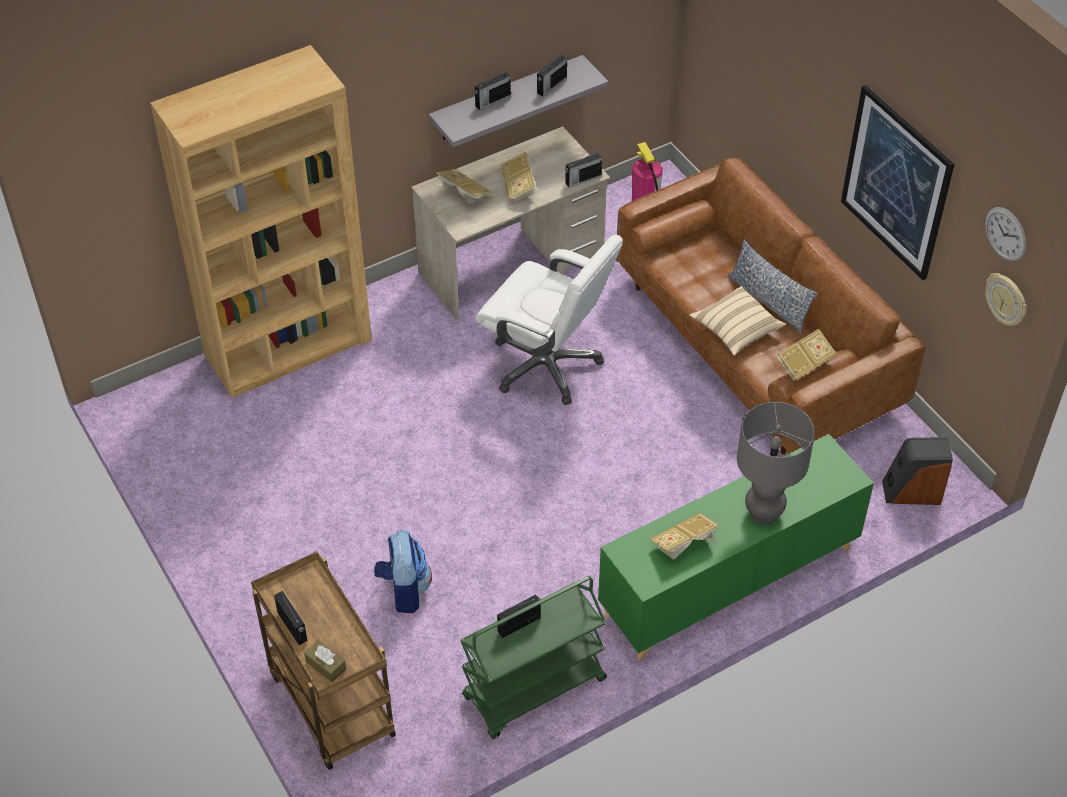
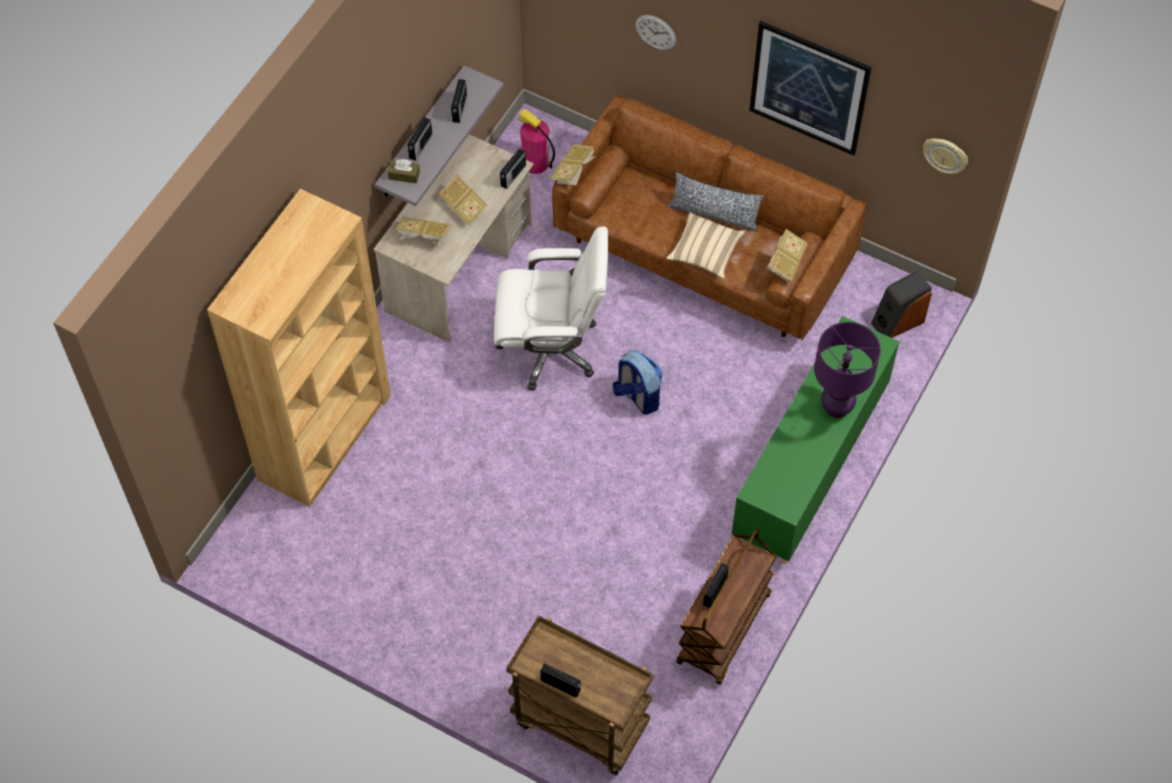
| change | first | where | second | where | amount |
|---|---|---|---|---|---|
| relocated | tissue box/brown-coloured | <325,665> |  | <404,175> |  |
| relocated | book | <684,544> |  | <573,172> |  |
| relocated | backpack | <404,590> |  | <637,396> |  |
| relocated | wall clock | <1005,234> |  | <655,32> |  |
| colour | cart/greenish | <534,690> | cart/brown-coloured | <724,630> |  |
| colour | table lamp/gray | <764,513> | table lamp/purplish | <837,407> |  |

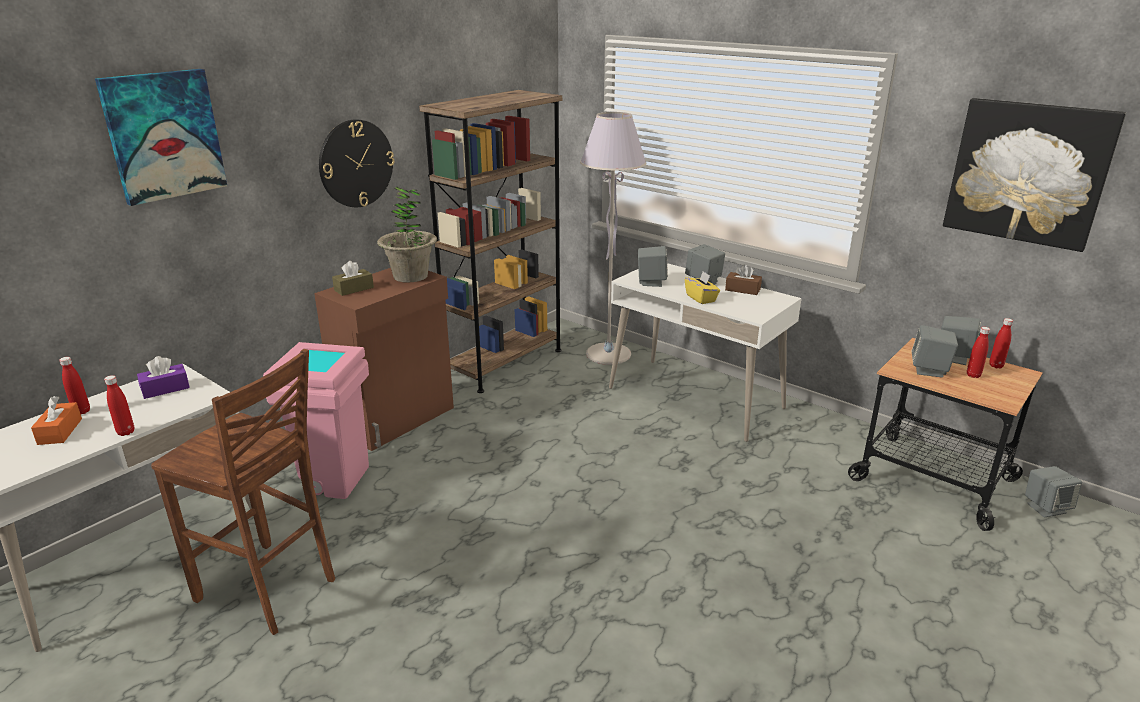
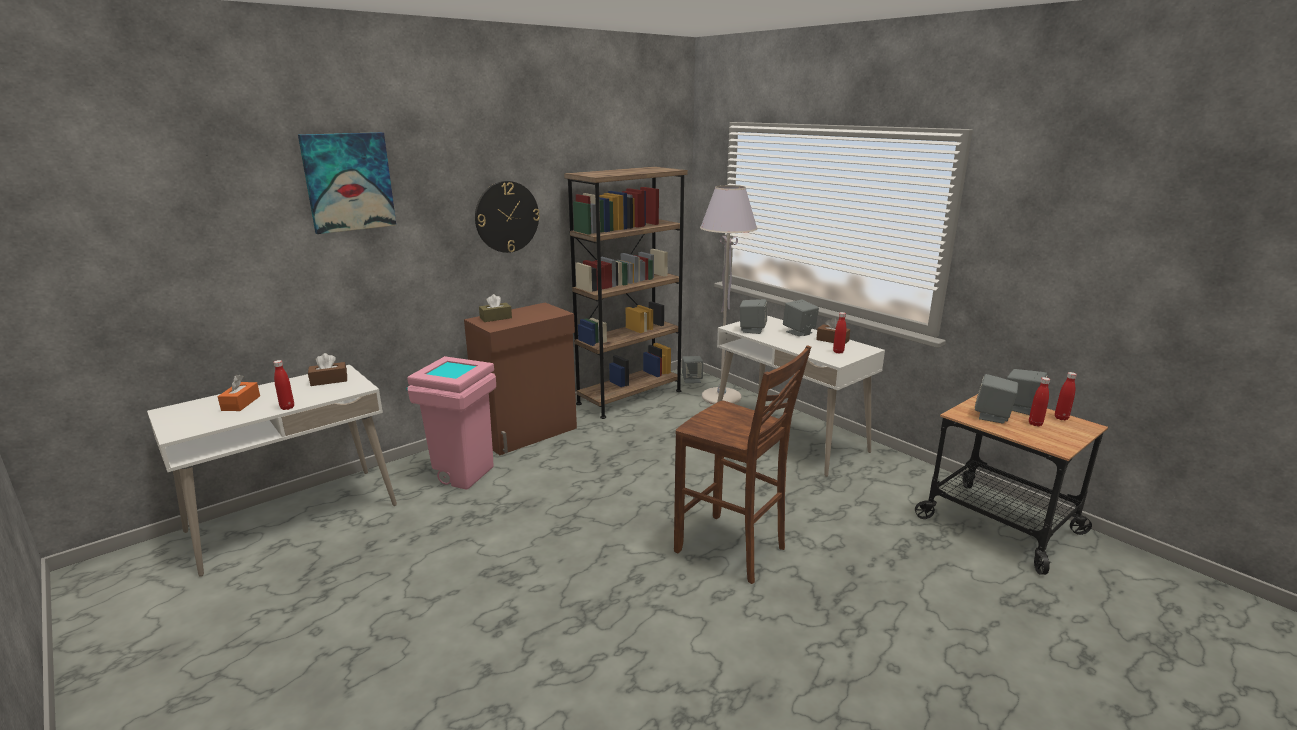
| change | first | where | second | where | amount |
|---|---|---|---|---|---|
| colour | tissue box/purplish | <165,389> | tissue box/brown-coloured | <329,380> |  |
| relocated | sitting stool/brown-coloured | <269,590> |  | <733,550> |  |
| relocated | loudspeaker/gray | <1046,508> |  | <692,380> |  |
| relocated | beverage bottle/red | <81,411> |  | <838,352> |  |
| missing | plant in a pot | <410,276> |  |  |  |
| missing | tissue box/yellow | <701,298> |  |  |  |
| missing | wall art | <1028,173> |  |  |  |

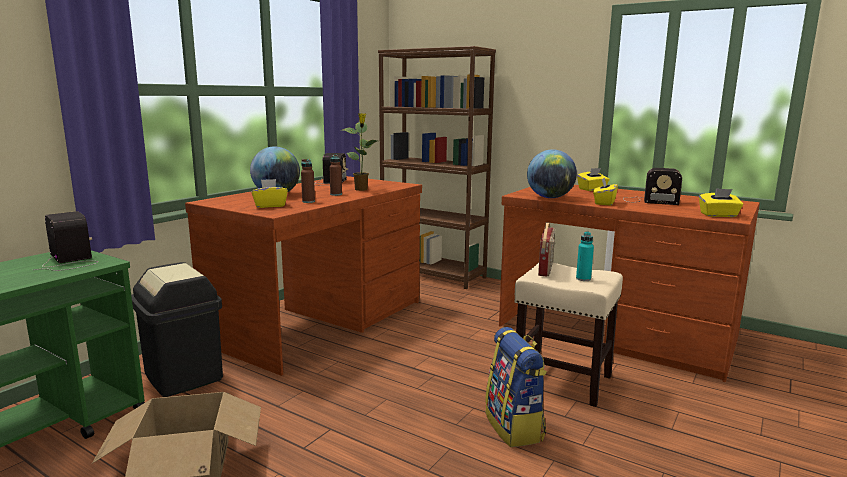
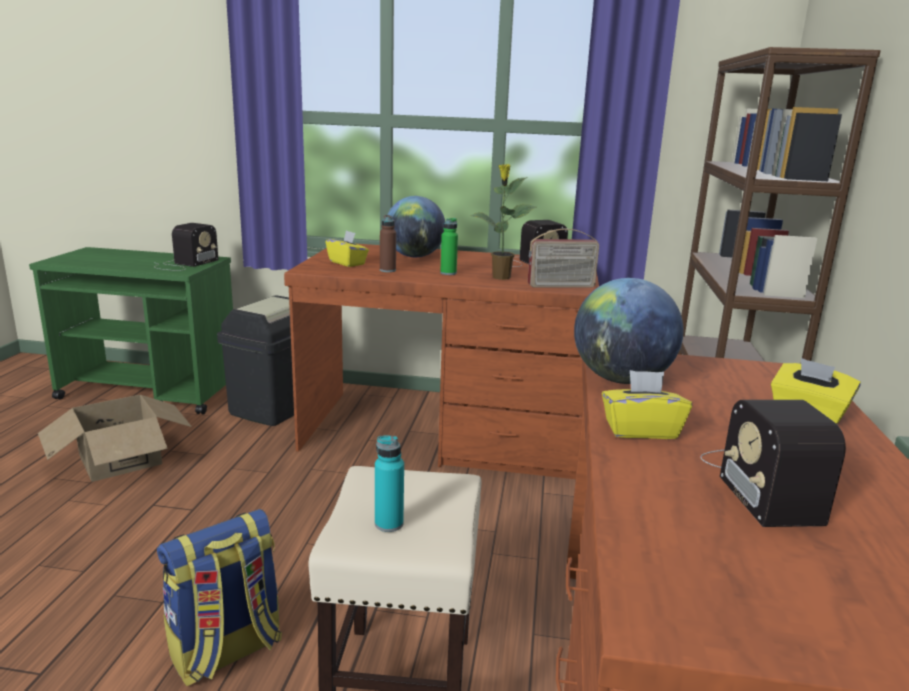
| change | first | where | second | where | amount |
|---|---|---|---|---|---|
| colour | beverage bottle/brown-coloured | <336,194> | beverage bottle/greenish | <448,273> |  |
| relocated | radio set | <546,269> |  | <561,286> |  |
| missing | tissue box/yellow | <718,215> |  |  |  |

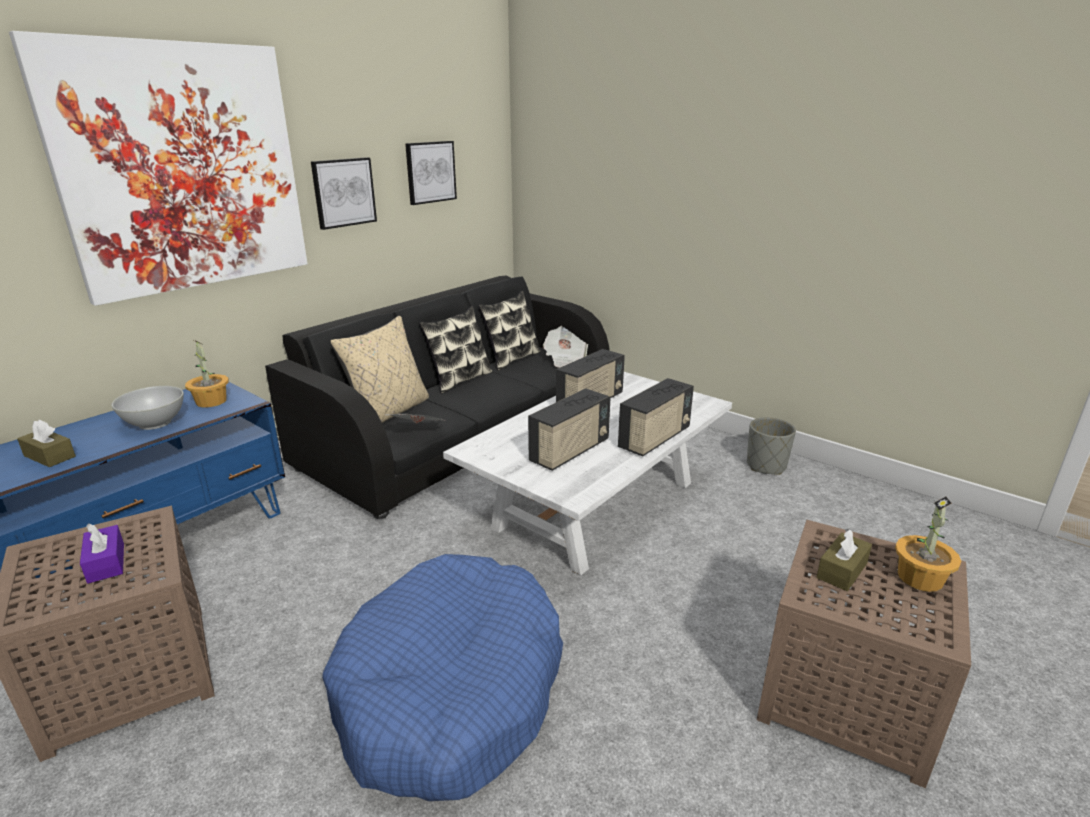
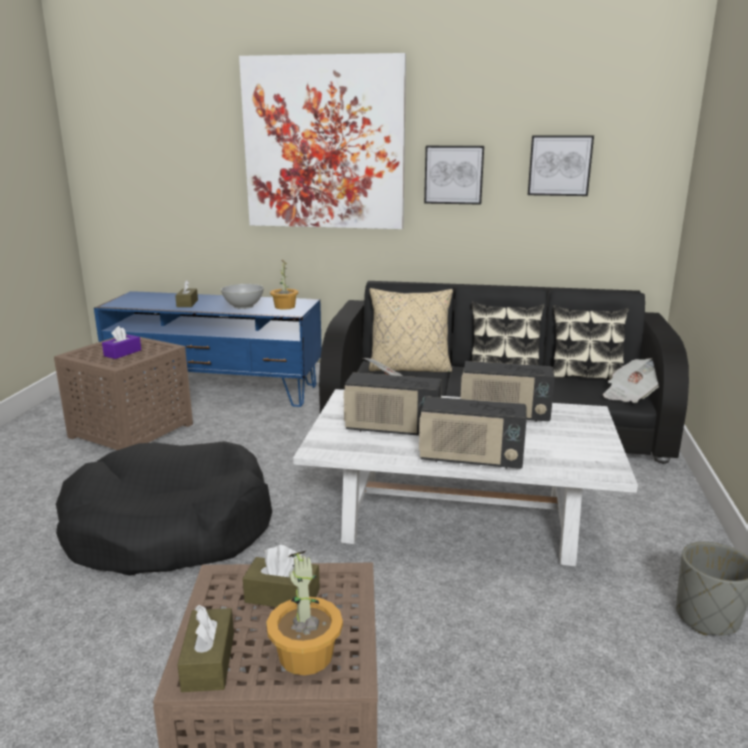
| change | first | where | second | where | amount |
|---|---|---|---|---|---|
| colour | dog cushion/blue-coloured | <451,690> | dog cushion/blackish | <170,528> |  |
| appeared |  |  | tissue box/brown-coloured | <208,661> |  |

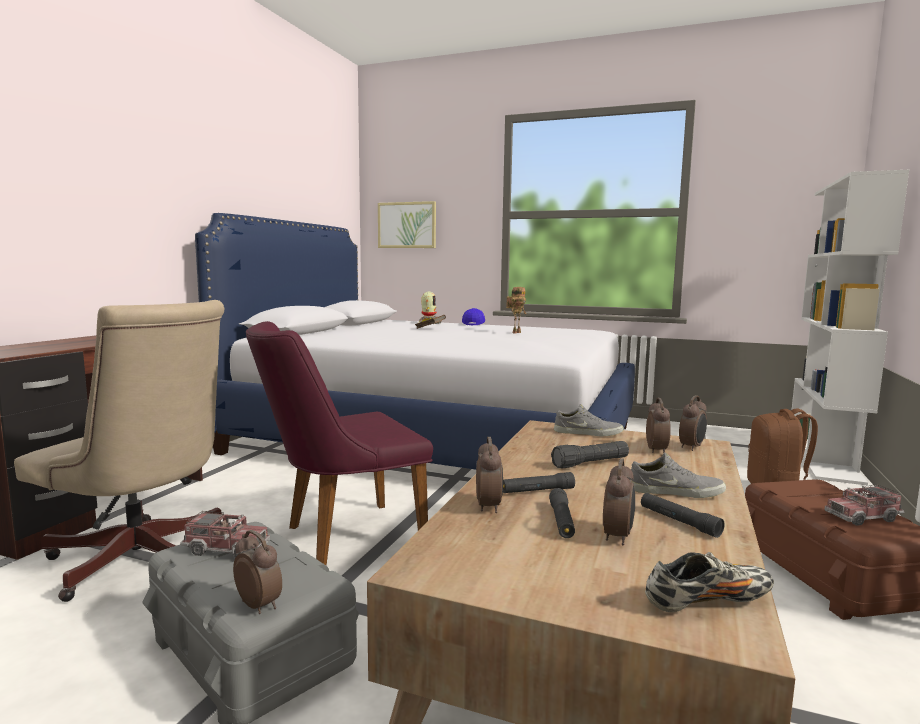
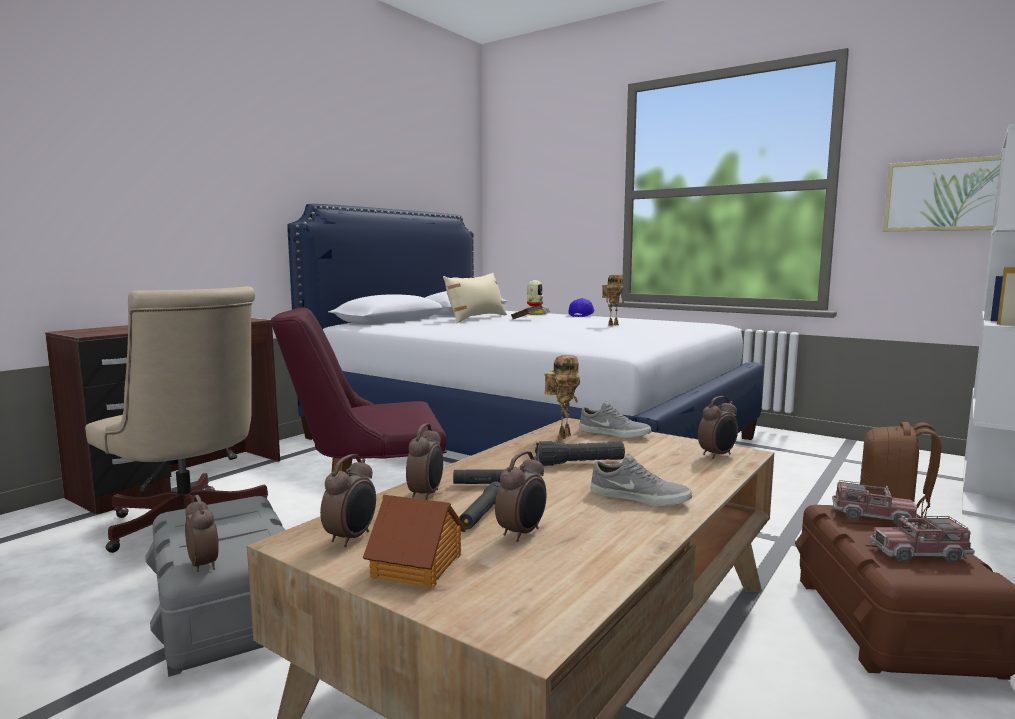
| change | first | where | second | where | amount |
|---|---|---|---|---|---|
| relocated | bedside clock | <657,451> |  | <352,538> |  |
| appeared |  |  | model house | <418,565> |  |
| appeared |  |  | cushion/beige | <476,318> |  |
| appeared |  |  | robot figure | <562,436> |  |
| relocated | model truck | <227,548> |  | <872,516> |  |
| relocated | wall art | <407,225> |  | <941,195> |  |
| missing | flashlight/blackish | <679,521> |  |  |  |
| missing | item of footwear | <707,601> |  |  |  |

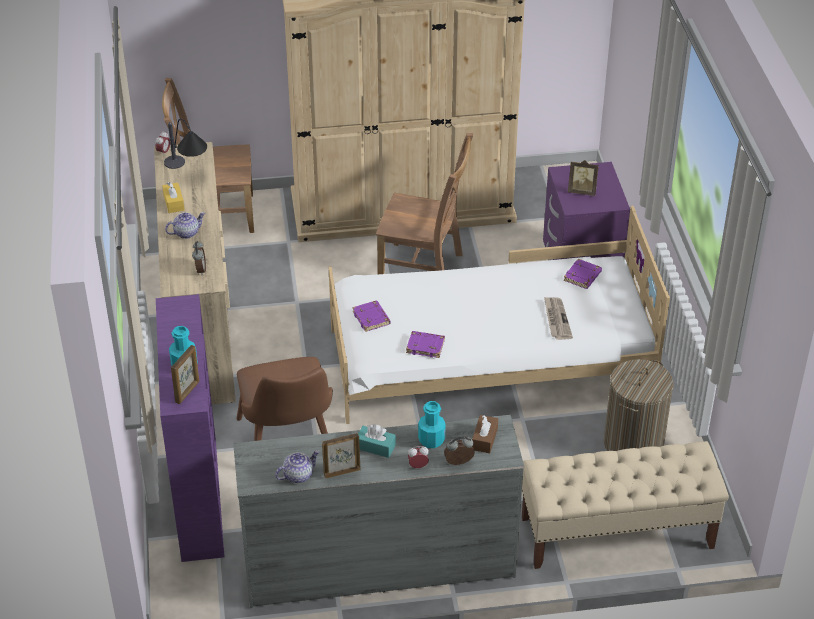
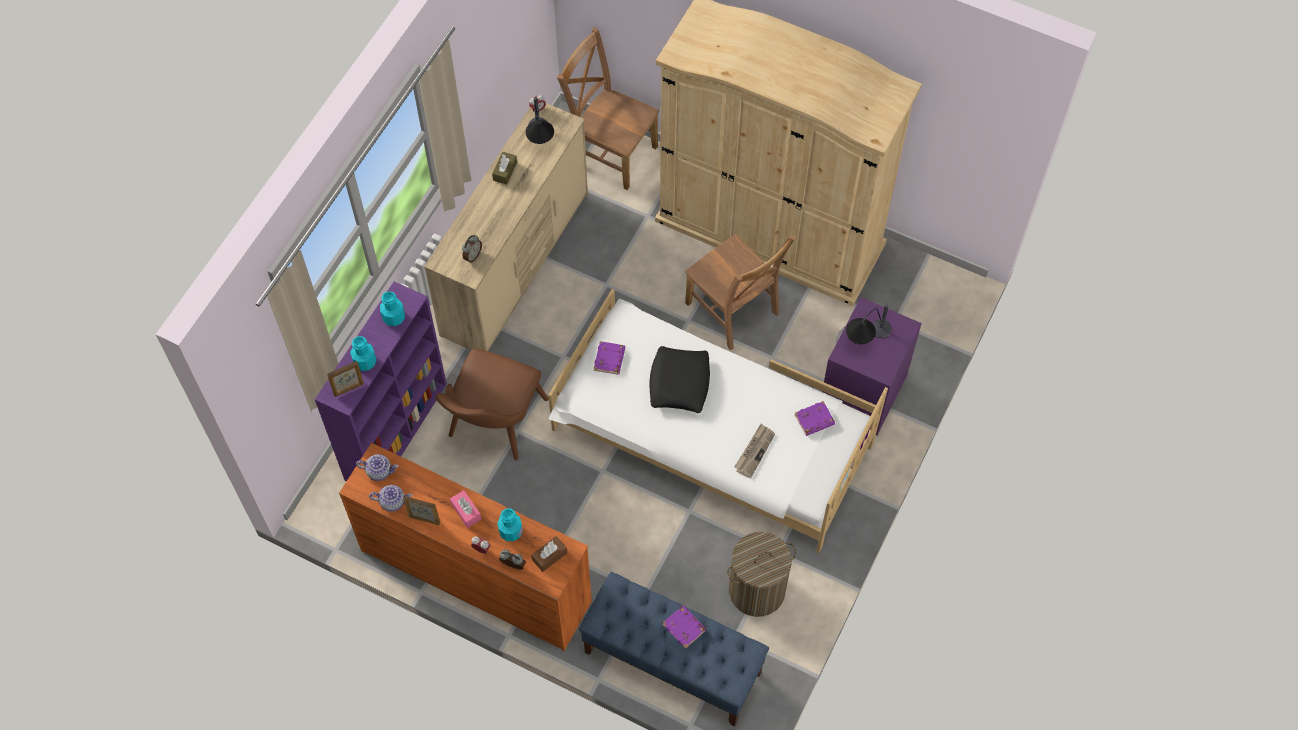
| change | first | where | second | where | amount |
|---|---|---|---|---|---|
| colour | dresser/gray | <378,566> | dresser/orange-coloured | <475,574> |  |
| relocated | teapot | <186,233> |  | <379,471> |  |
| appeared |  |  | beverage bottle/turquoise | <394,317> |  |
| colour | tissue box/turquoise | <375,447> | tissue box/pink | <466,511> |  |
| colour | tissue box/yellow | <174,203> | tissue box/brown-coloured | <505,171> |  |
| colour | indoor bench/beige | <616,533> | indoor bench/blue-coloured | <672,662> |  |
| appeared |  |  | cushion/blackish | <679,383> |  |
| relocated | book/purplish | <426,346> |  | <685,627> |  |
| exchanged | standing frame | <582,191> | table lamp | <866,341> |  |

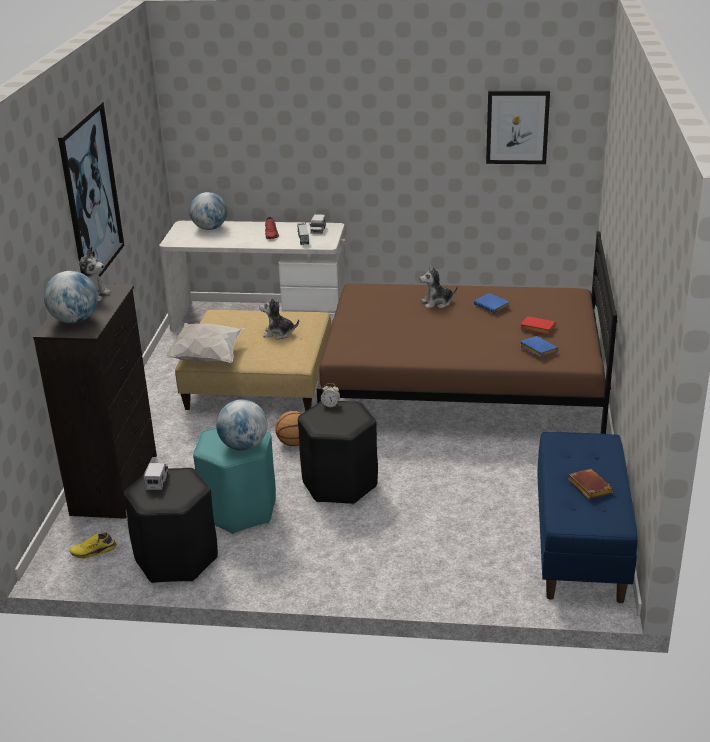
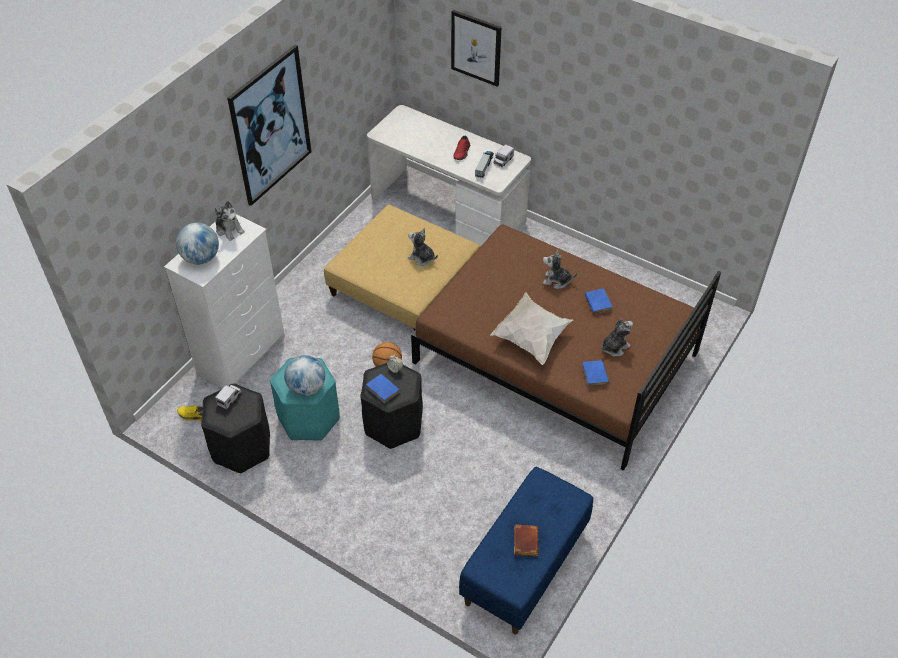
| change | first | where | second | where | amount |
|---|---|---|---|---|---|
| colour | dresser/blackish | <116,484> | dresser/whitish | <242,354> |  |
| appeared |  |  | book/blue-coloured | <381,390> |  |
| relocated | wall art | <517,127> |  | <476,47> |  |
| relocated | cushion/whitish | <207,358> |  | <531,337> |  |
| exchanged | book/red | <536,328> | soft toy | <614,347> |  |
| missing | desk globe | <210,228> |  |  |  |

